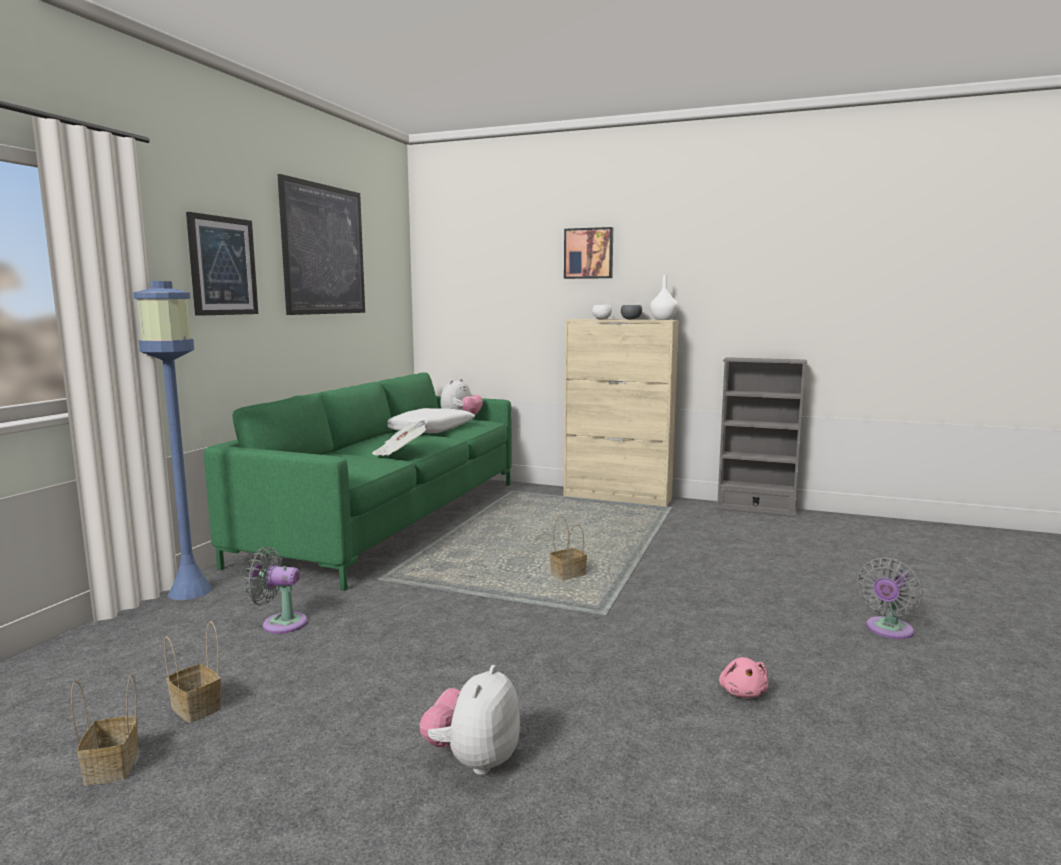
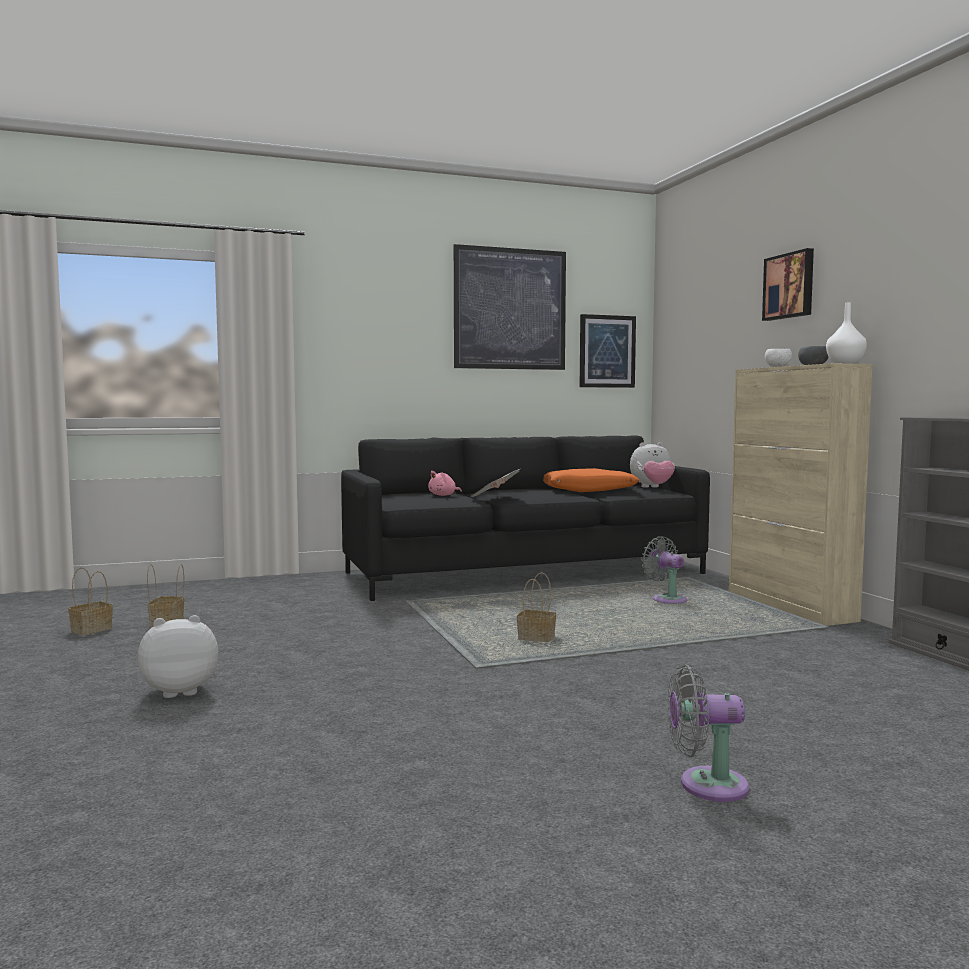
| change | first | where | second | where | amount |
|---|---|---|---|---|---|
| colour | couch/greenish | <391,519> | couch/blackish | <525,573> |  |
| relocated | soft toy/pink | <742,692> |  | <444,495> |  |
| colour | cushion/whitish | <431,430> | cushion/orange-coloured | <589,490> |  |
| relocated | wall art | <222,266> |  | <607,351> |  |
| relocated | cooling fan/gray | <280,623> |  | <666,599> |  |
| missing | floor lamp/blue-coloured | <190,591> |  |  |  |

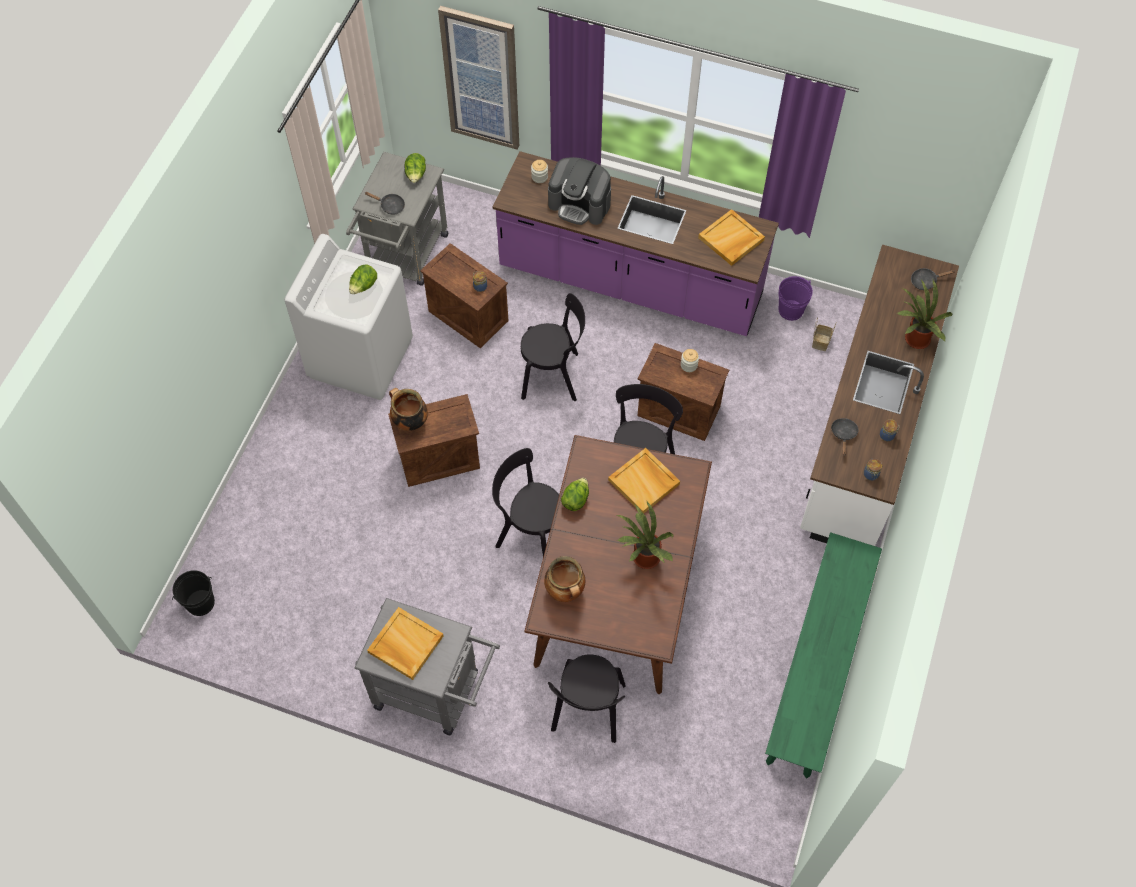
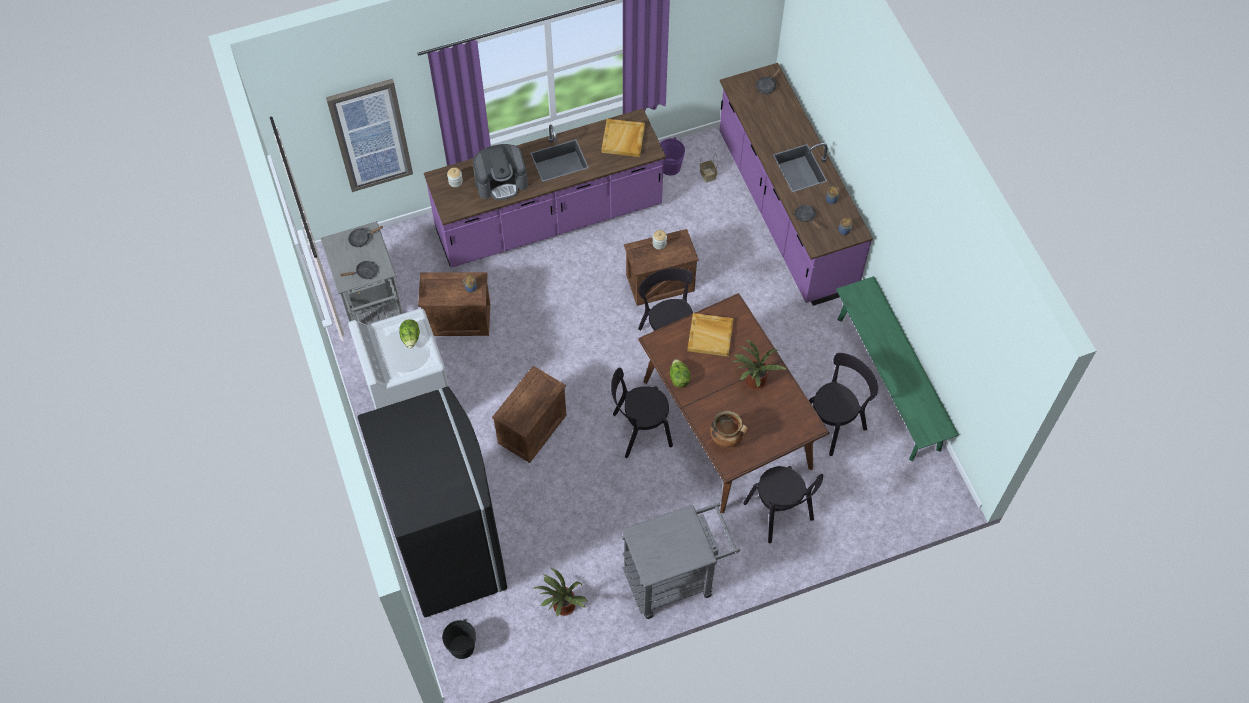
| change | first | where | second | where | amount |
|---|---|---|---|---|---|
| exchanged | lettuce | <416,175> | pan/blackish | <362,239> |  |
| appeared |  |  | kitchen fridge/blackish | <449,547> |  |
| relocated | plant in a pot | <914,340> |  | <562,607> |  |
| colour | kitchen counter/whitish | <864,429> | kitchen counter/purplish | <784,212> |  |
| relocated | chair/blackish | <553,376> |  | <834,423> |  |
| missing | serving tray/beige | <405,644> |  |  |  |
| missing | cooking pot | <409,422> |  |  |  |

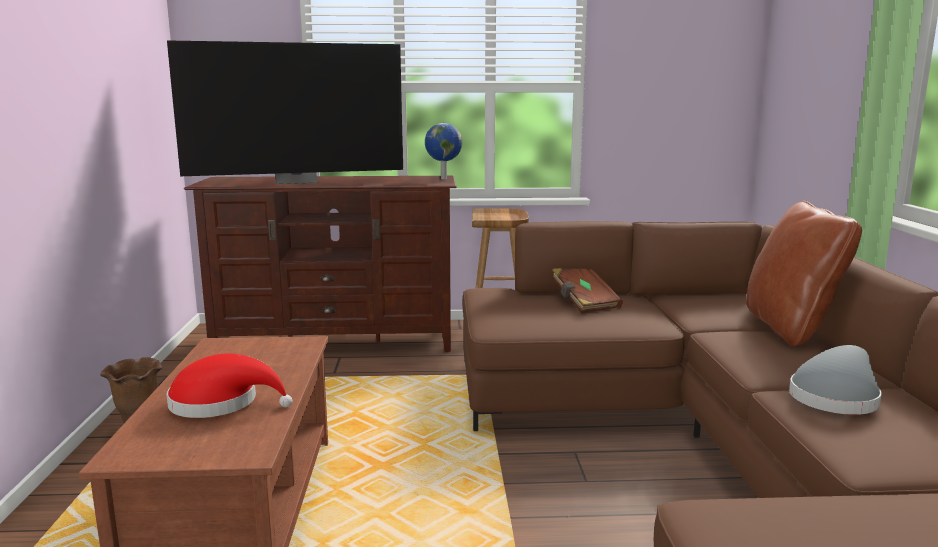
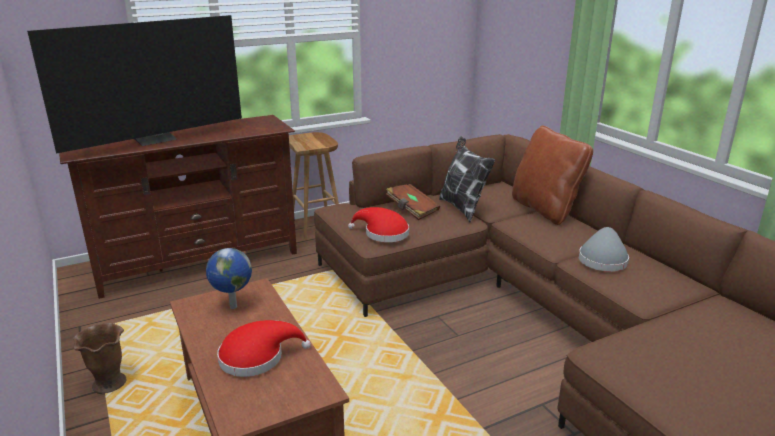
| change | first | where | second | where | amount |
|---|---|---|---|---|---|
| relocated | desk globe | <443,178> |  | <232,307> |  |
| appeared |  |  | hat/red | <383,233> |  |
| appeared |  |  | cushion | <462,208> |  |

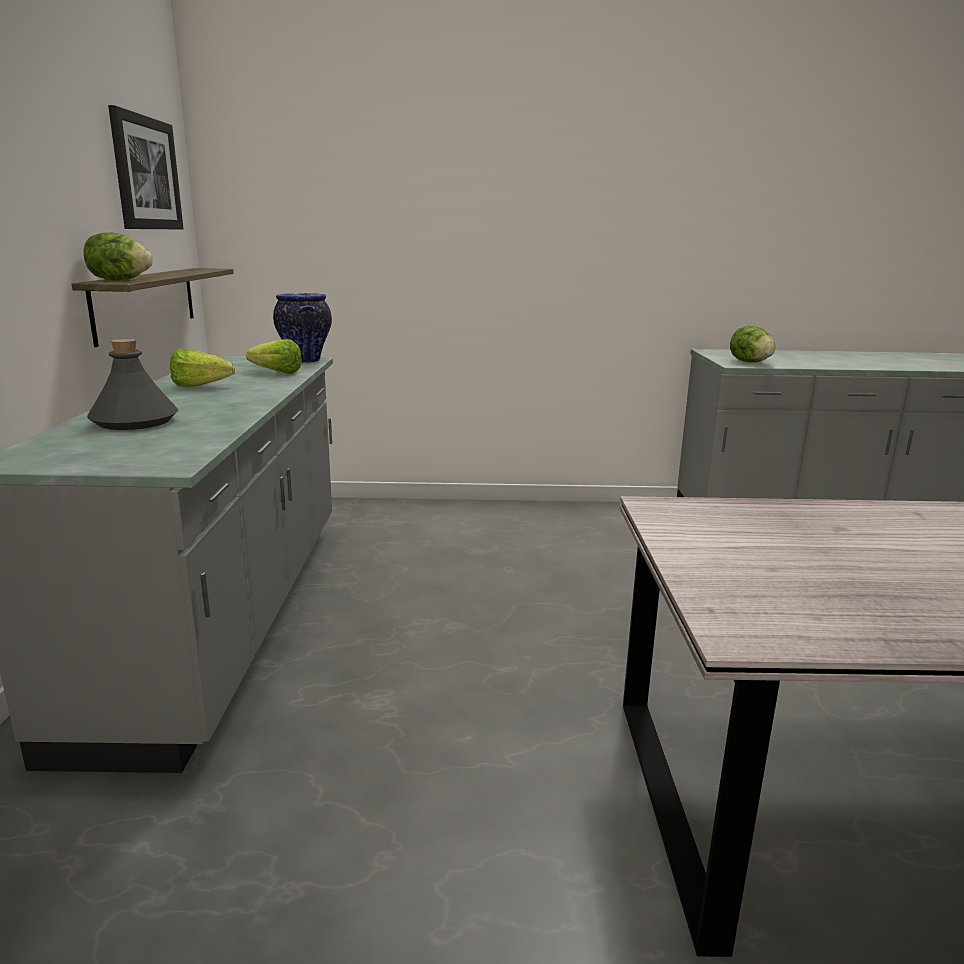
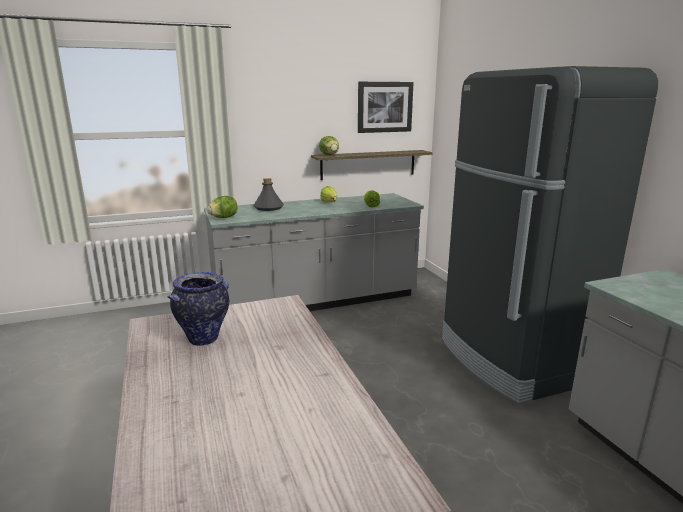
| change | first | where | second | where | amount |
|---|---|---|---|---|---|
| relocated | vase | <305,360> |  | <204,338> |  |
| relocated | lettuce | <750,362> |  | <223,218> |  |
| appeared |  |  | kitchen fridge/blackish | <512,361> |  |

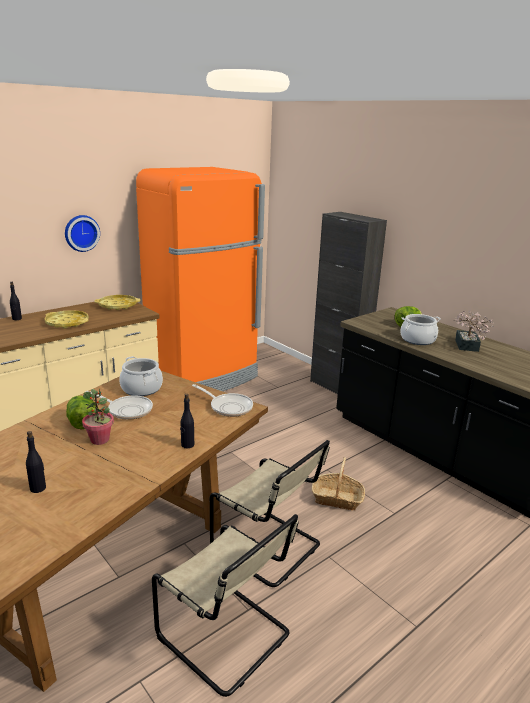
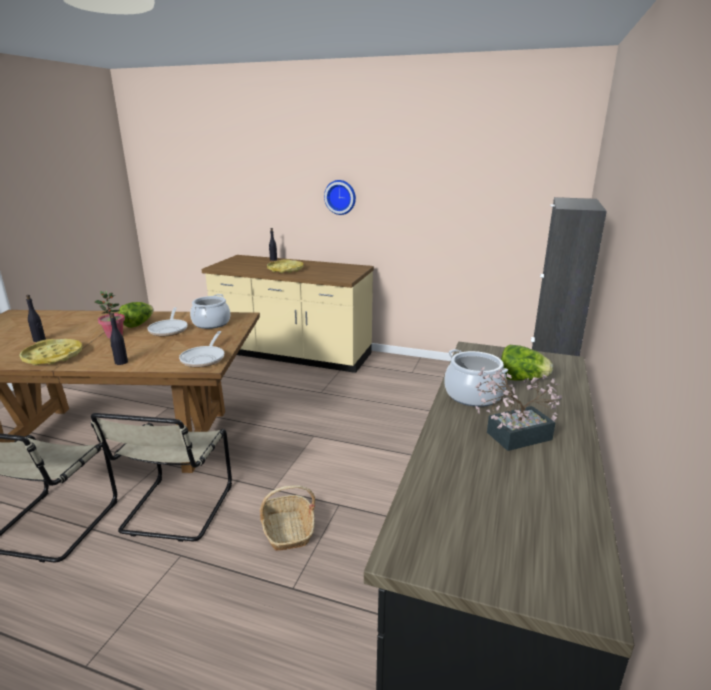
| change | first | where | second | where | amount |
|---|---|---|---|---|---|
| relocated | serving tray/yellow | <117,305> |  | <53,356> |  |
| missing | kitchen fridge/orange-coloured | <203,377> |  |  |  |

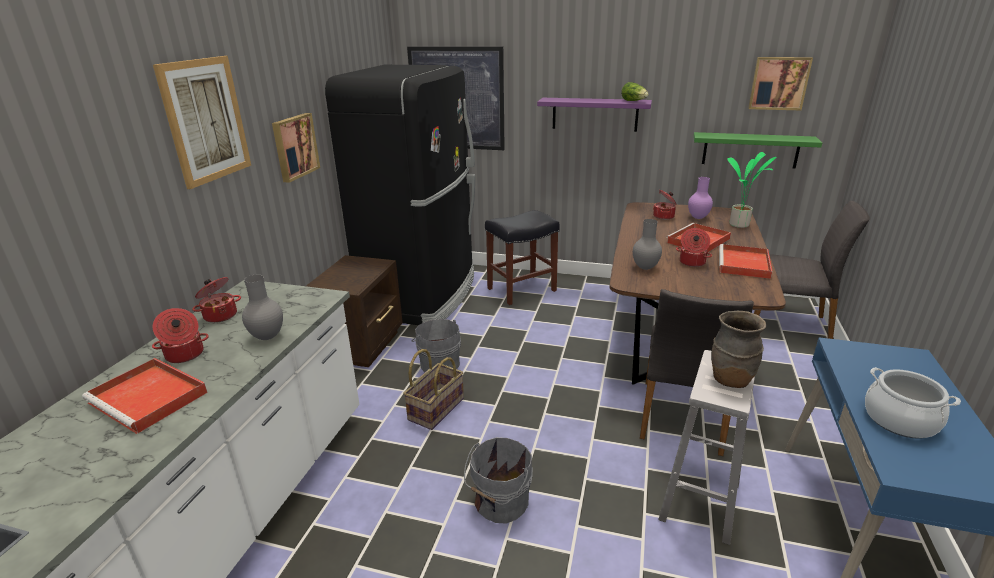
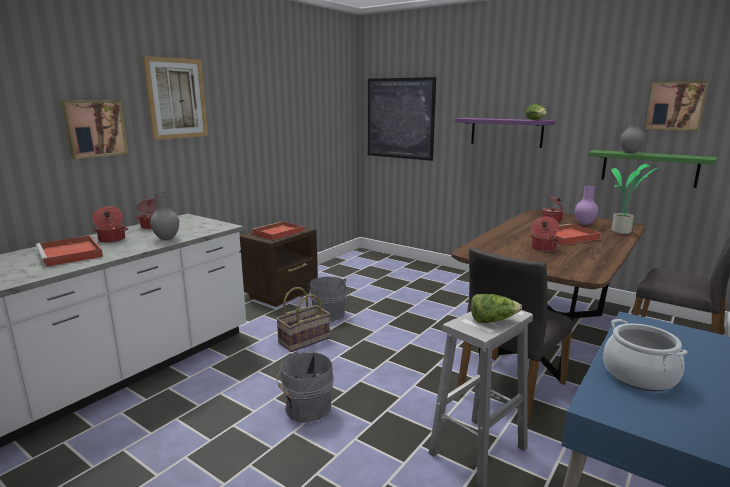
| change | first | where | second | where | amount |
|---|---|---|---|---|---|
| relocated | wall art | <294,146> |  | <95,128> |  |
| relocated | serving tray/red | <744,264> |  | <277,233> |  |
| exchanged | vase/brown-coloured | <730,380> | lettuce | <492,320> |  |
| relocated | vase/gray | <644,267> |  | <629,153> |  |
| missing | kitchen fridge/blackish | <423,295> |  |  |  |
| missing | sitting stool/blackish | <521,290> |  |  |  |

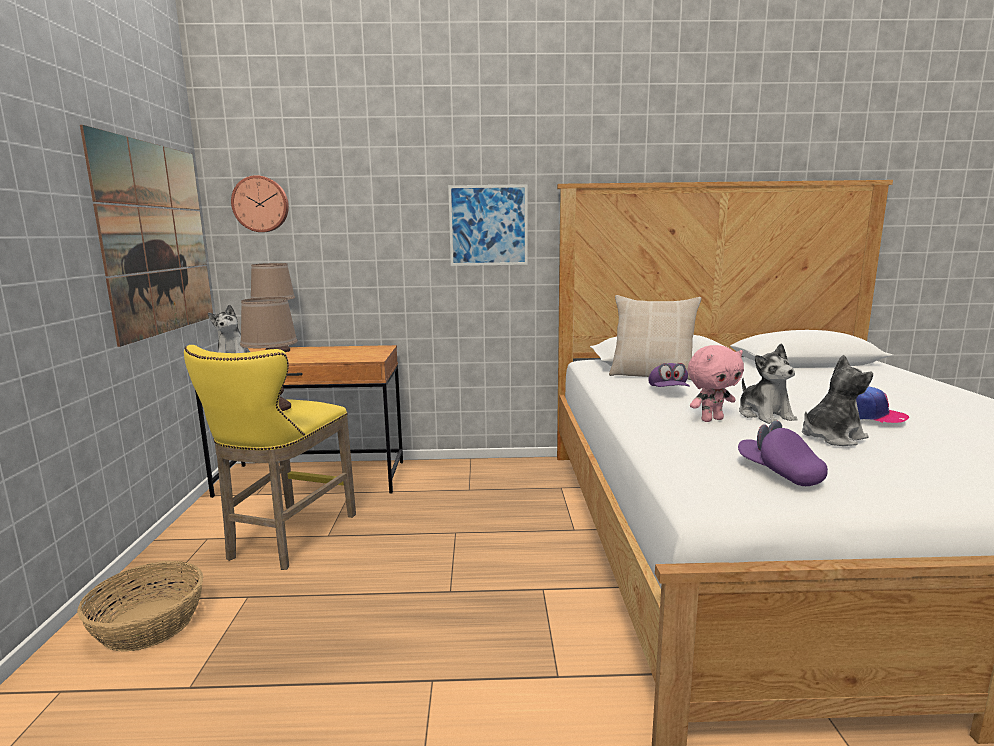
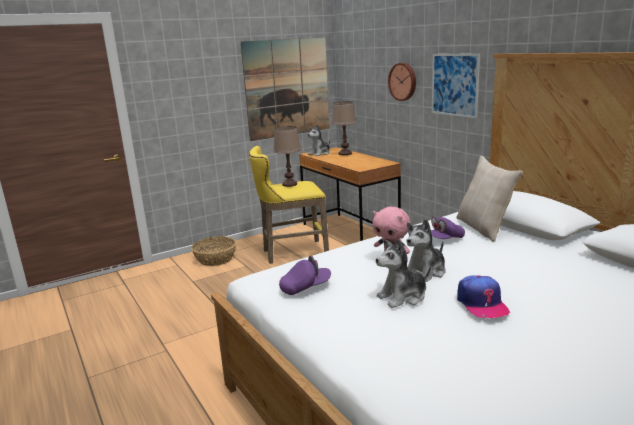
| change | first | where | second | where | amount |
|---|---|---|---|---|---|
| spun | cap/purplish | <779,473> |  | <305,287> | 45 degrees clockwise |
| spun | soft toy | <831,437> |  | <403,297> | 120 degrees clockwise |
| relocated | wall clock | <261,204> |  | <403,81> |  |

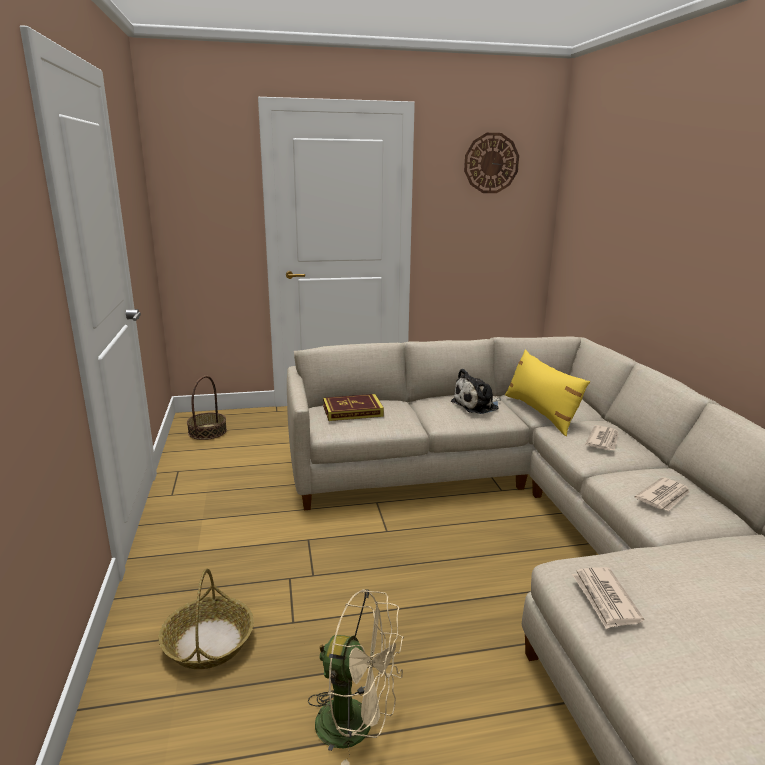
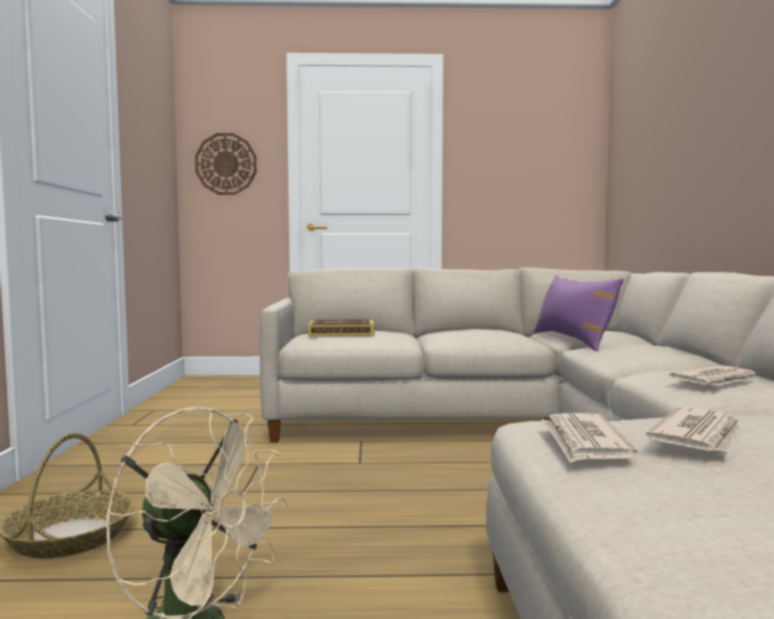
| change | first | where | second | where | amount |
|---|---|---|---|---|---|
| relocated | wall clock | <491,163> |  | <226,164> |  |
| colour | cushion/yellow | <541,413> | cushion/purplish | <573,340> |  |
| relocated | printed paper | <603,440> |  | <699,436> |  |
| missing | storage basket | <207,431> |  |  |  |
| missing | soft toy | <477,405> |  |  |  |

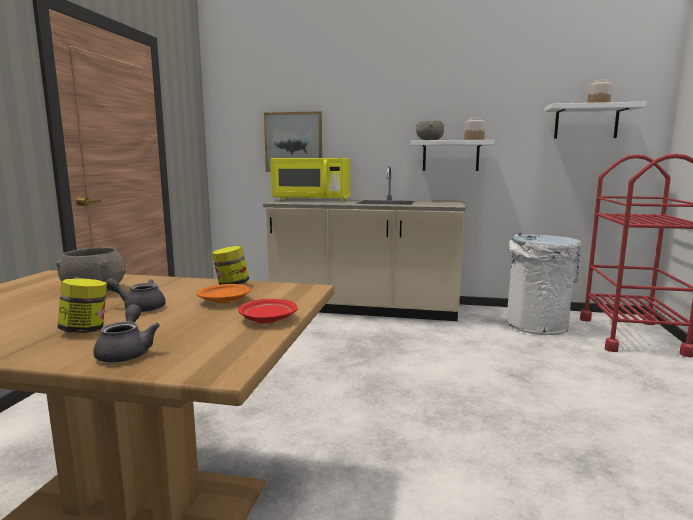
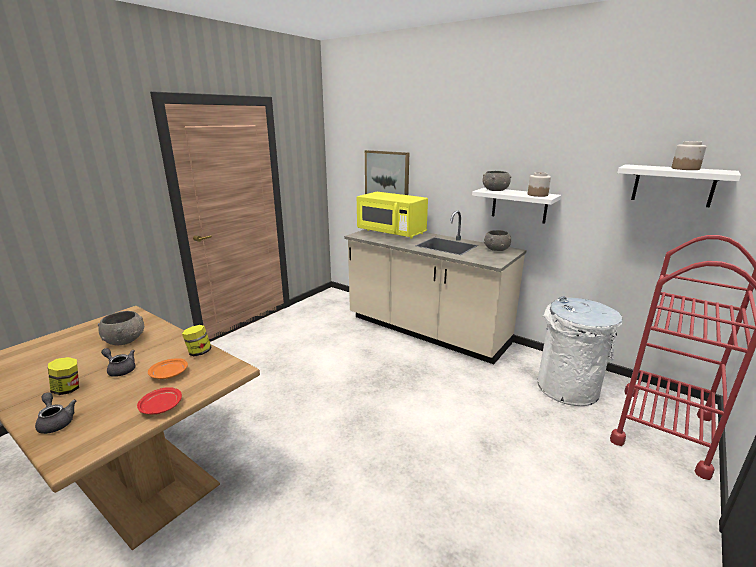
| change | first | where | second | where | amount |
|---|---|---|---|---|---|
| spun | teapot/gray | <127,352> |  | <56,422> | 60 degrees counterclockwise |
| appeared |  |  | deep dish/gray | <496,249> |  |

